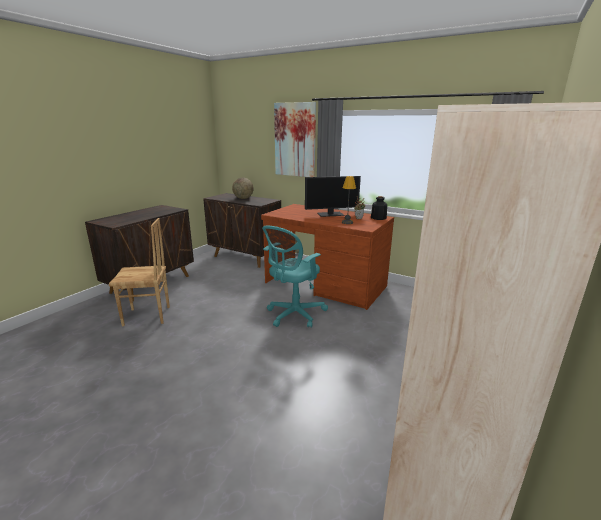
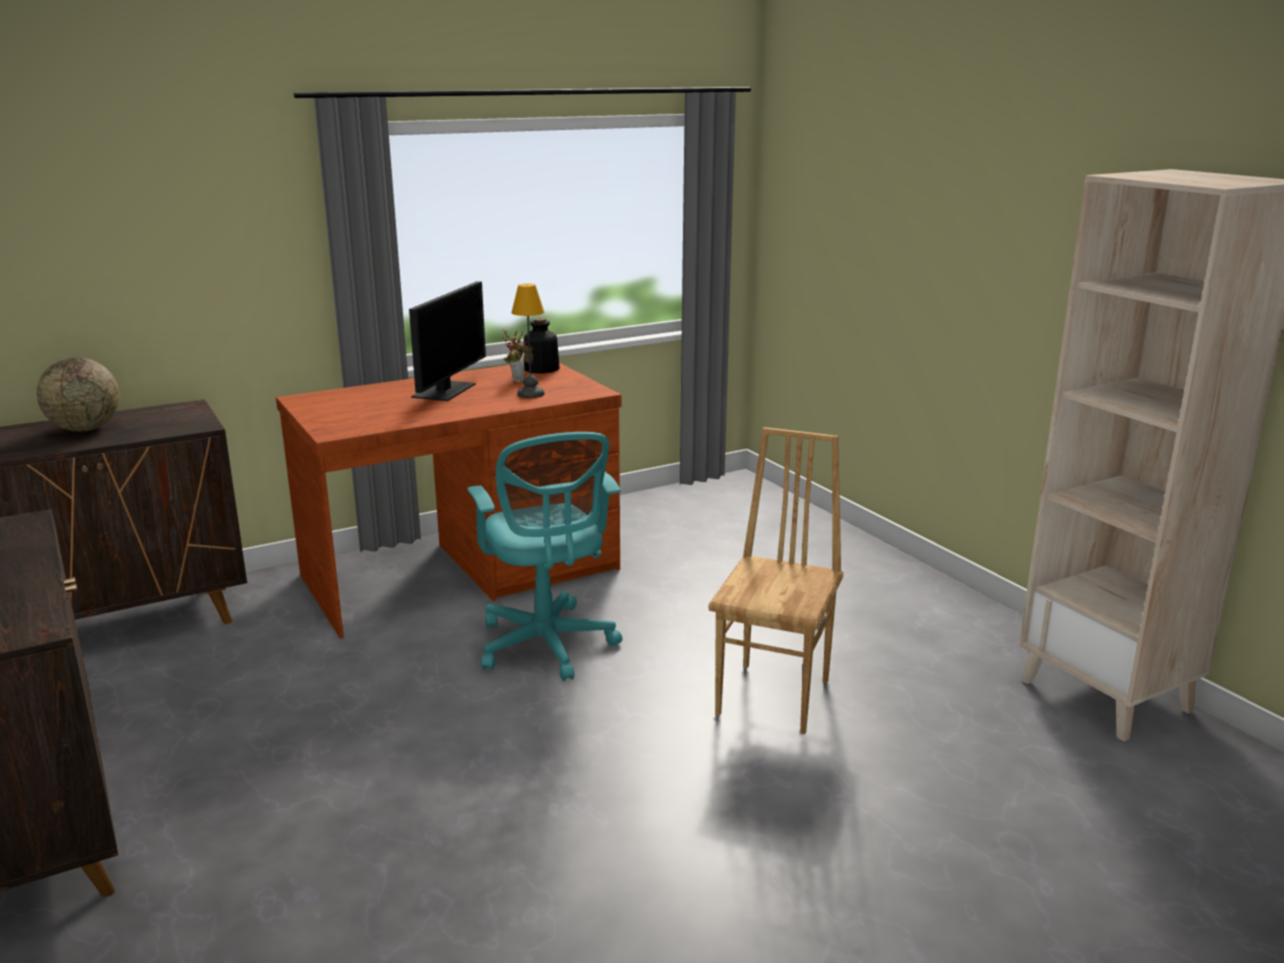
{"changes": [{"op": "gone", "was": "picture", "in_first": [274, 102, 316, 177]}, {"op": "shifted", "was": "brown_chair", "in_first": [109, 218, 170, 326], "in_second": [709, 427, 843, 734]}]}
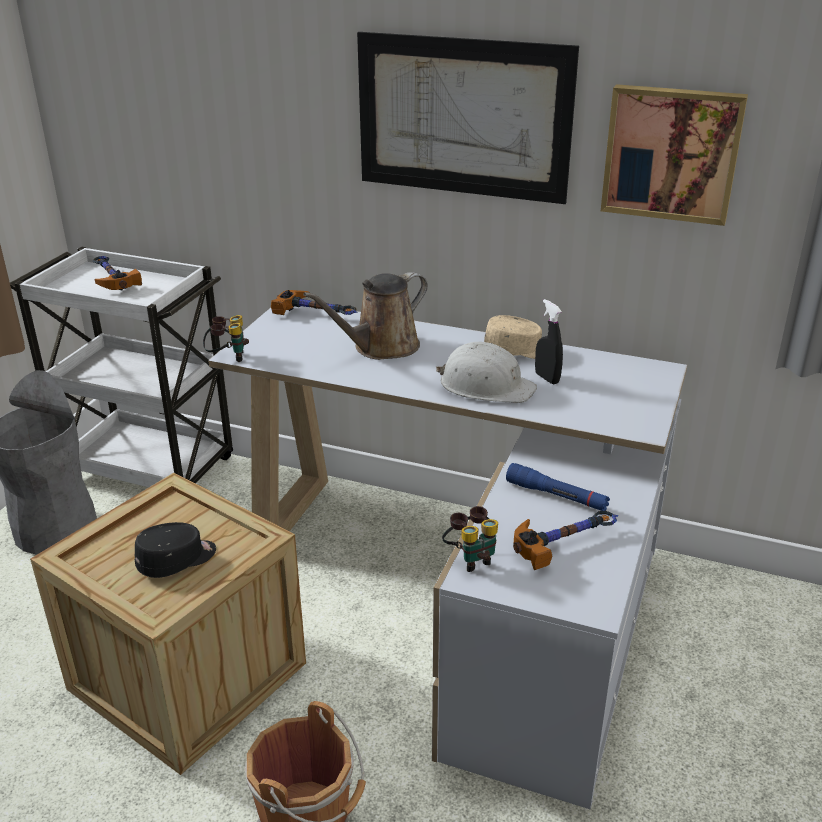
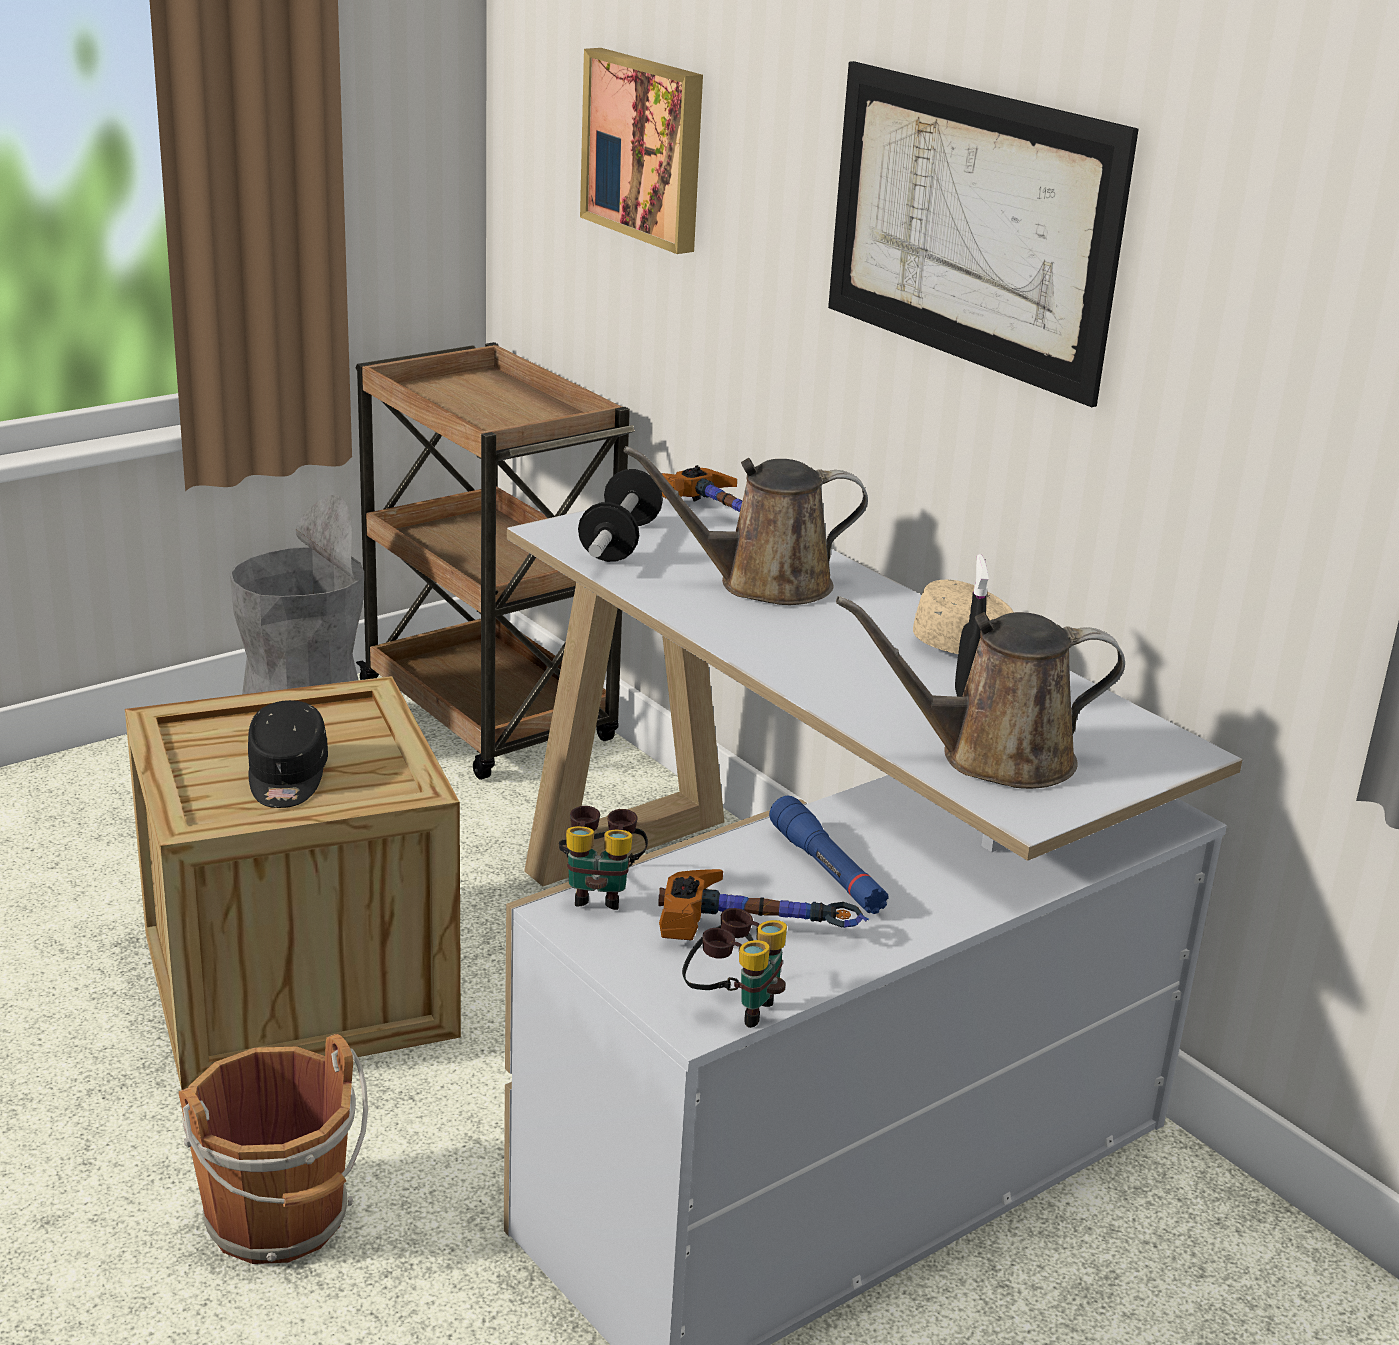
{"changes": [{"op": "gone", "was": "hammer", "in_first": [93, 256, 142, 291]}, {"op": "gone", "was": "white_hard_hat", "in_first": [436, 342, 537, 403]}, {"op": "new", "now": "dumbbell", "in_second": [578, 469, 663, 562]}, {"op": "new", "now": "brown_watering_can", "in_second": [836, 596, 1125, 789]}, {"op": "shifted", "was": "binoculars", "in_first": [203, 315, 249, 362], "in_second": [682, 908, 787, 1028]}, {"op": "shifted", "was": "picture", "in_first": [601, 84, 748, 226], "in_second": [580, 48, 703, 254]}, {"op": "repainted", "was": "white_cart", "now": "brown_cart", "in_first": [10, 247, 233, 487], "in_second": [356, 342, 635, 780]}, {"op": "rotated", "was": "black_cap", "in_first": [135, 522, 216, 578], "in_second": [248, 700, 328, 808], "clockwise": 90}]}
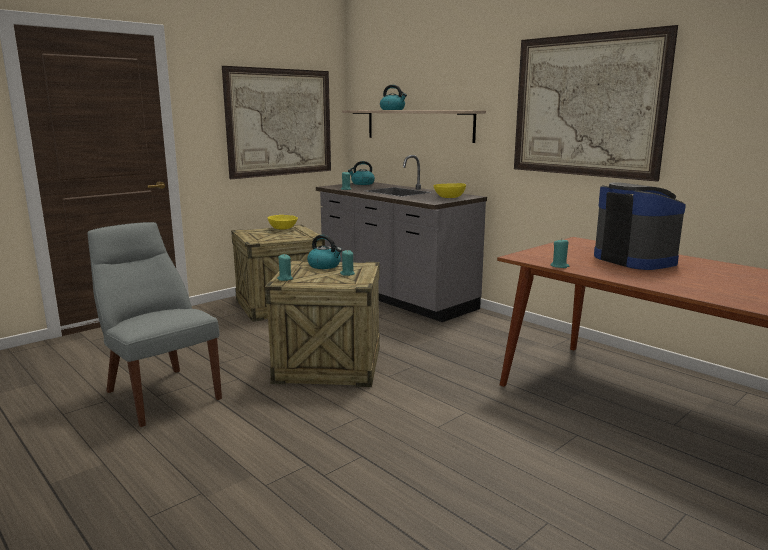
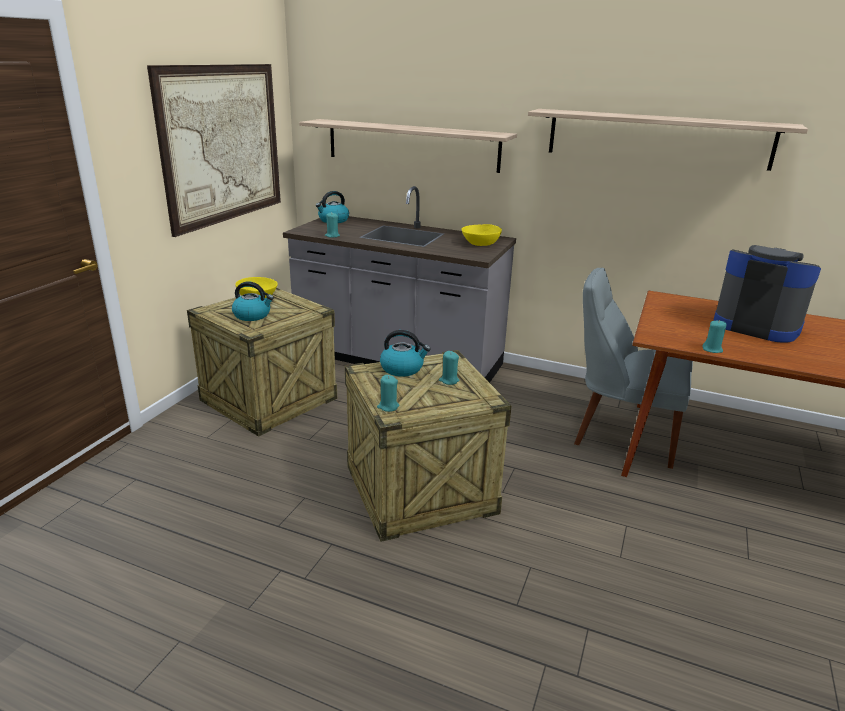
{"changes": [{"op": "shifted", "was": "grey_chair", "in_first": [88, 222, 222, 427], "in_second": [574, 267, 693, 469]}, {"op": "shifted", "was": "kettle", "in_first": [380, 85, 407, 110], "in_second": [232, 282, 274, 321]}, {"op": "swapped", "was": "picture", "now": "shelf", "in_first": [514, 25, 678, 182], "in_second": [528, 109, 808, 171]}]}
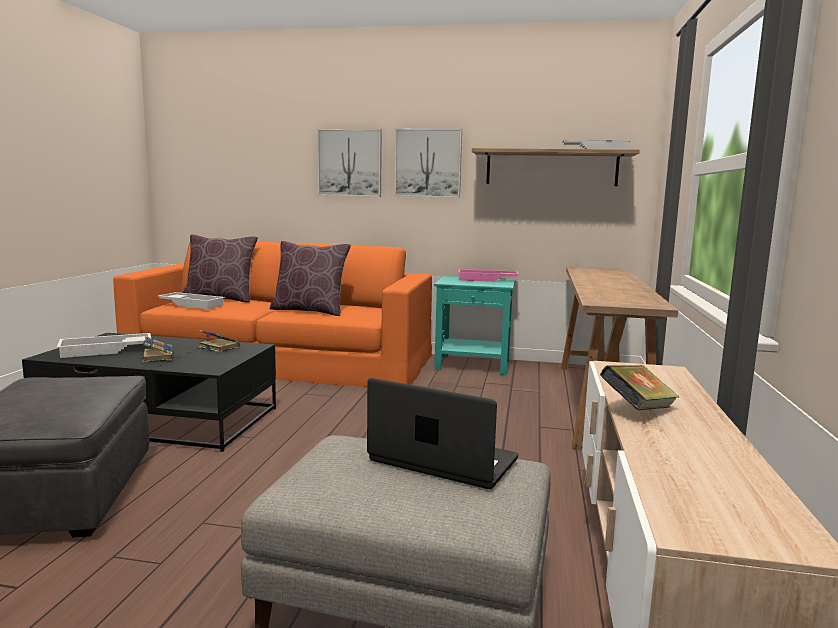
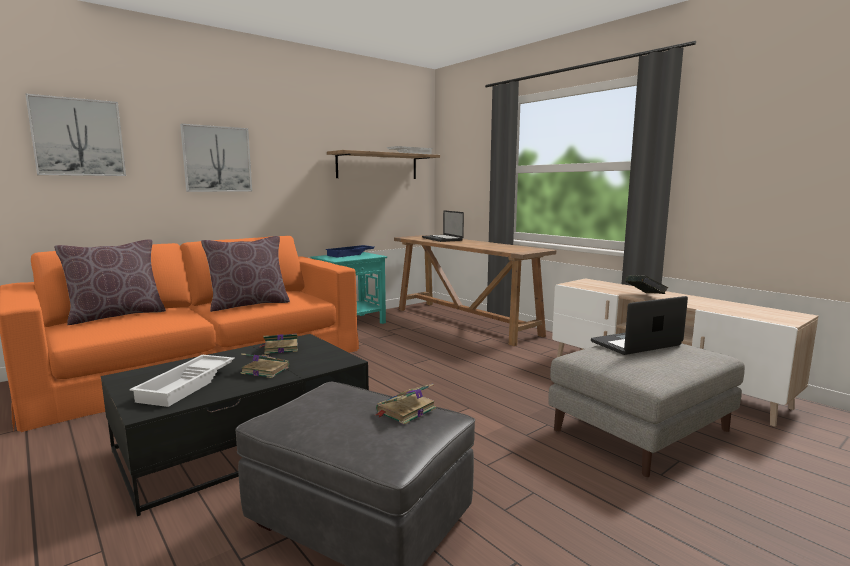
{"changes": [{"op": "gone", "was": "white_tray", "in_first": [157, 292, 225, 309]}, {"op": "new", "now": "book", "in_second": [376, 383, 436, 425]}, {"op": "new", "now": "laptop", "in_second": [422, 210, 464, 242]}, {"op": "shifted", "was": "picture", "in_first": [394, 128, 462, 198], "in_second": [25, 94, 126, 176]}, {"op": "repainted", "was": "pink_tray", "now": "blue_tray", "in_first": [458, 269, 519, 282], "in_second": [325, 245, 374, 258]}]}
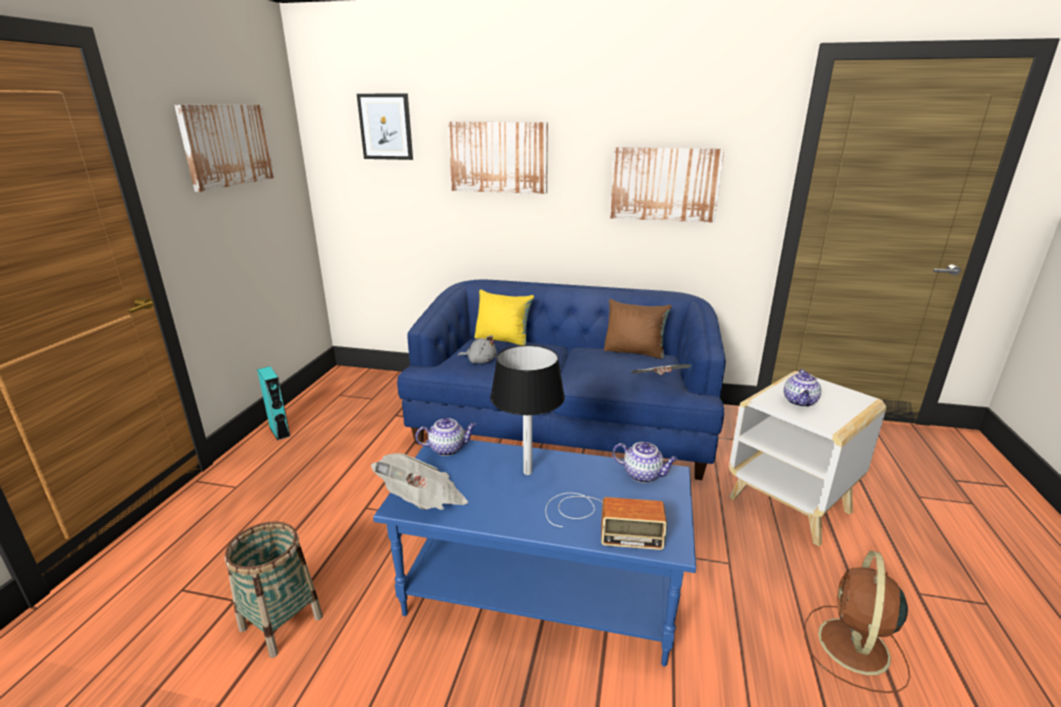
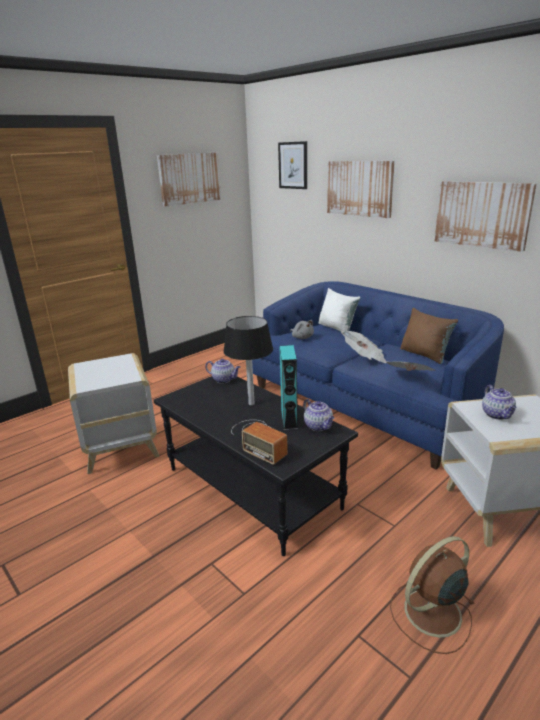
{"changes": [{"op": "shifted", "was": "turquoise_speaker", "in_first": [257, 366, 291, 441], "in_second": [279, 345, 298, 430]}, {"op": "shifted", "was": "newspaper", "in_first": [371, 453, 468, 510], "in_second": [341, 331, 386, 363]}, {"op": "swapped", "was": "basket", "now": "white_side_table", "in_first": [225, 521, 323, 658], "in_second": [68, 353, 159, 474]}, {"op": "repainted", "was": "blue_coffee_table", "now": "black_coffee_table", "in_first": [373, 440, 696, 666], "in_second": [154, 376, 358, 556]}, {"op": "repainted", "was": "yellow_pillow", "now": "white_pillow", "in_first": [474, 290, 534, 345], "in_second": [319, 288, 360, 332]}, {"op": "rotated", "was": "teapot", "in_first": [784, 369, 821, 407], "in_second": [482, 385, 517, 420], "clockwise": -60}]}
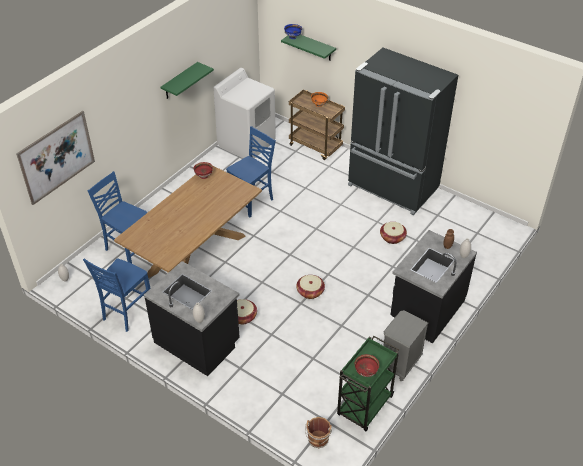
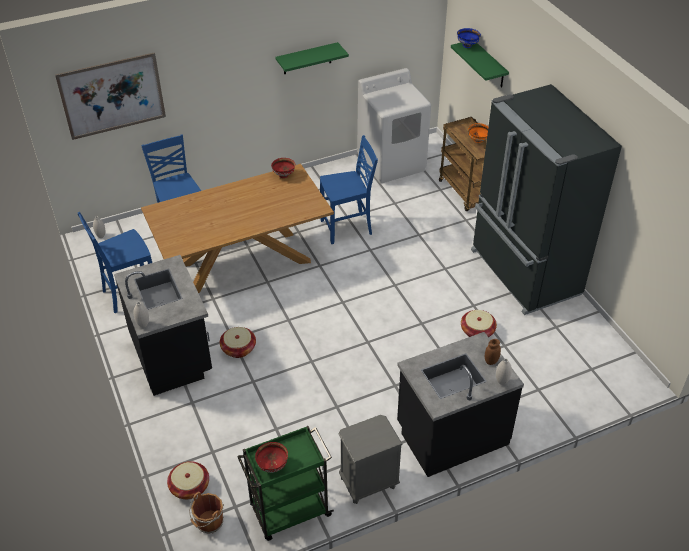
{"changes": [{"op": "shifted", "was": "basket", "in_first": [296, 275, 325, 299], "in_second": [167, 461, 209, 499]}]}
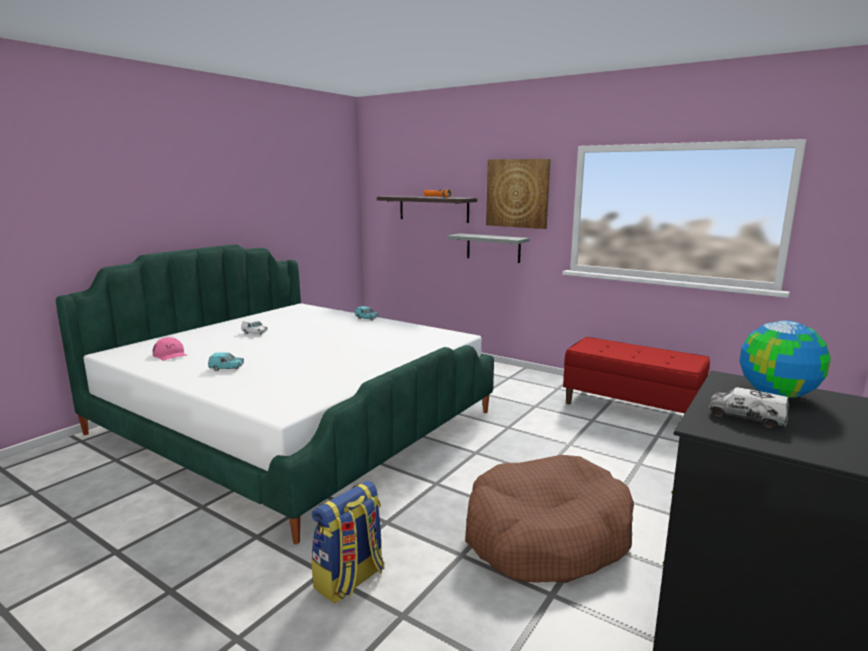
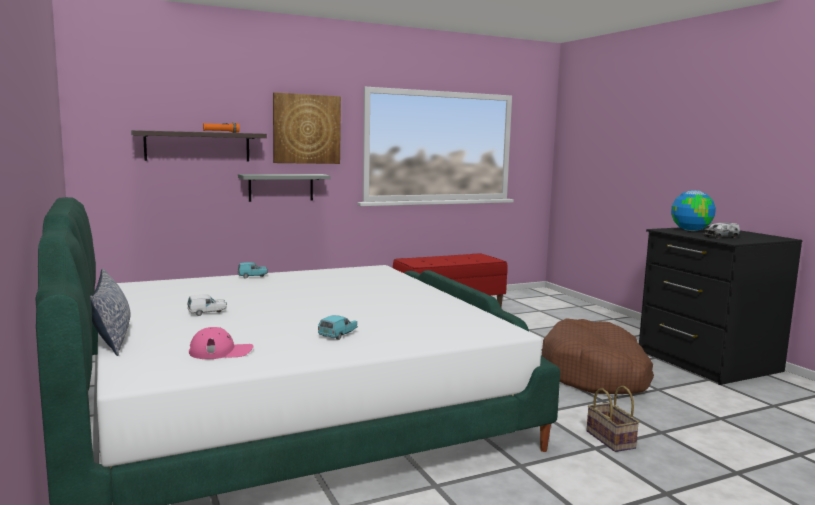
{"changes": [{"op": "new", "now": "pillow", "in_second": [90, 268, 131, 356]}, {"op": "swapped", "was": "backpack", "now": "basket", "in_first": [312, 480, 384, 604], "in_second": [586, 386, 639, 452]}]}
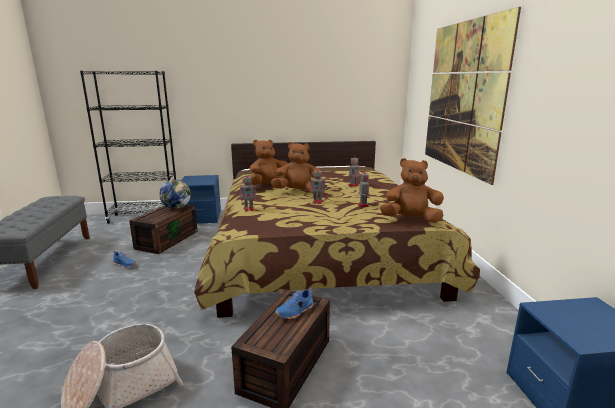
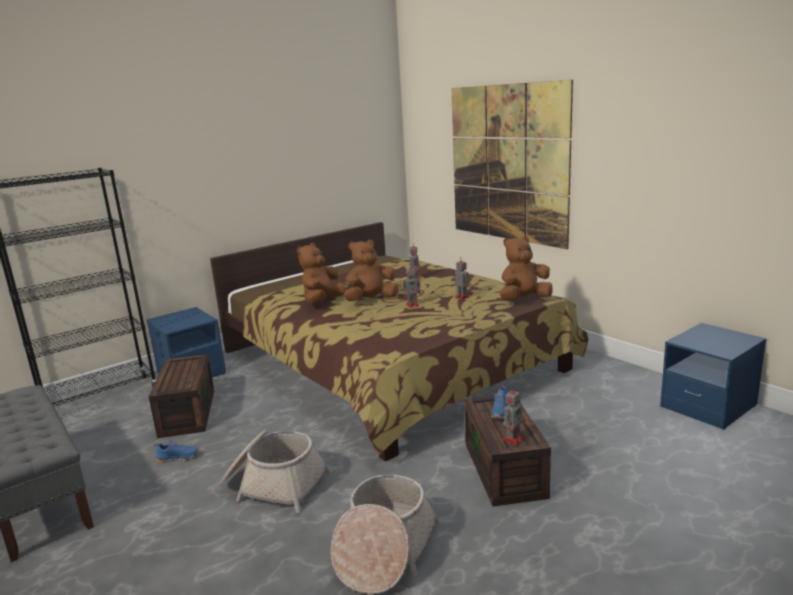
{"changes": [{"op": "gone", "was": "globe", "in_first": [159, 179, 191, 209]}, {"op": "new", "now": "basket", "in_second": [221, 430, 331, 513]}, {"op": "shifted", "was": "toy_robot", "in_first": [240, 175, 257, 212], "in_second": [503, 387, 526, 445]}]}
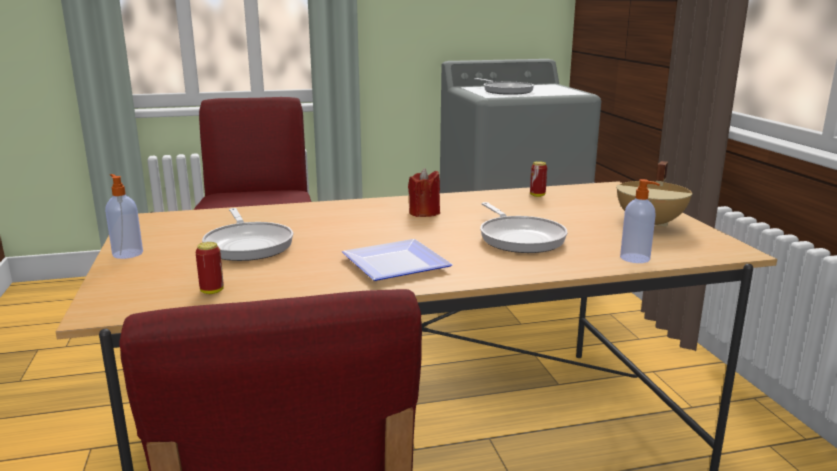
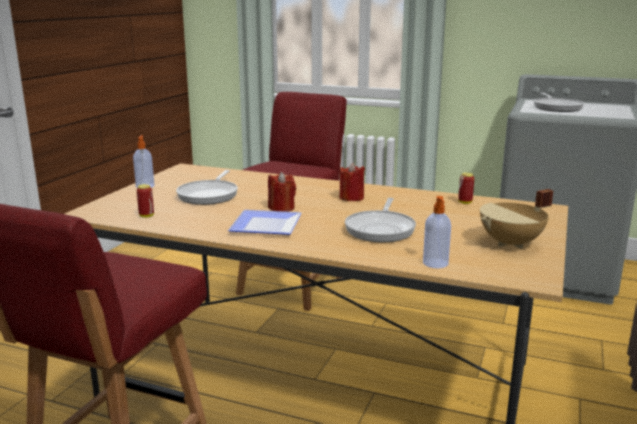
{"changes": [{"op": "new", "now": "red_candle", "in_second": [268, 172, 296, 212]}]}
